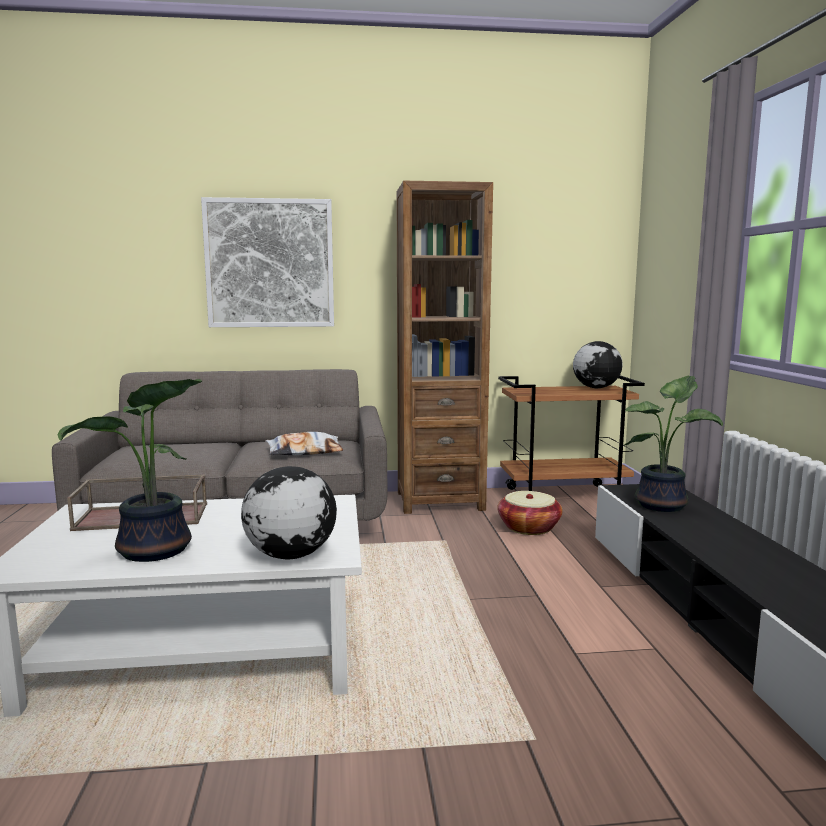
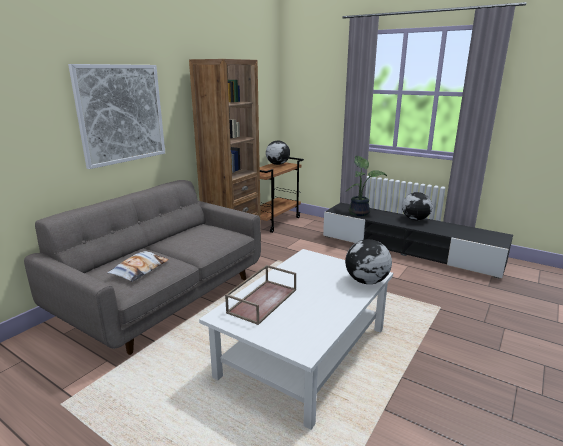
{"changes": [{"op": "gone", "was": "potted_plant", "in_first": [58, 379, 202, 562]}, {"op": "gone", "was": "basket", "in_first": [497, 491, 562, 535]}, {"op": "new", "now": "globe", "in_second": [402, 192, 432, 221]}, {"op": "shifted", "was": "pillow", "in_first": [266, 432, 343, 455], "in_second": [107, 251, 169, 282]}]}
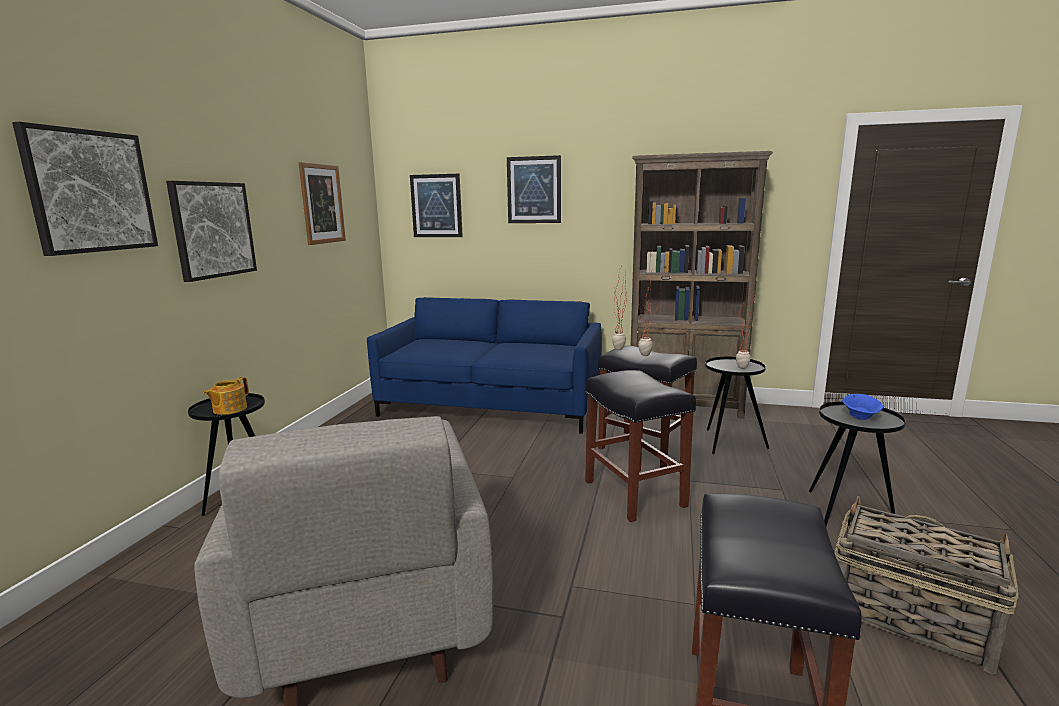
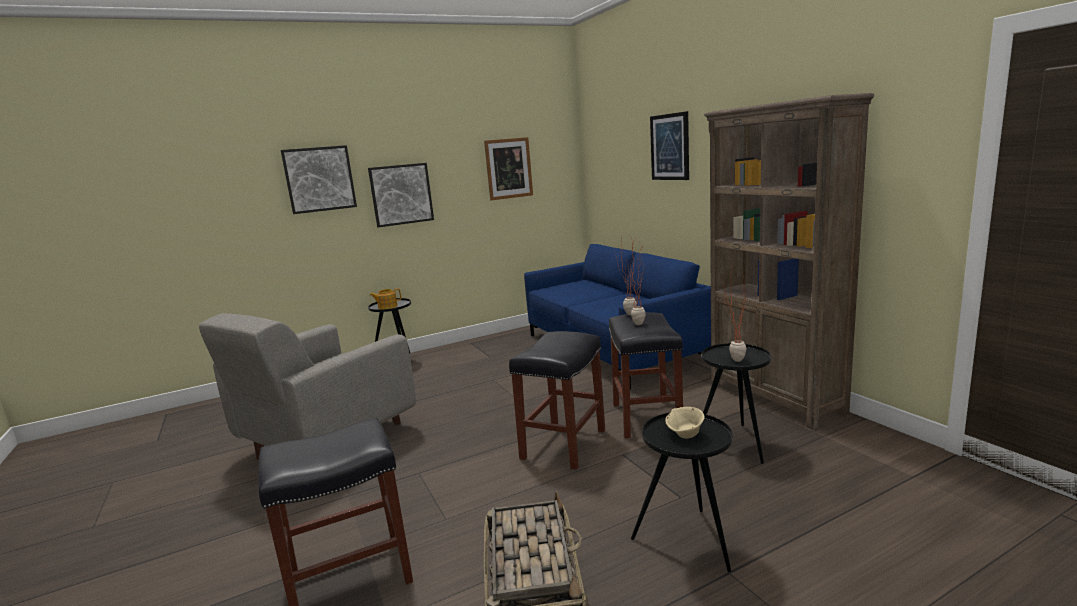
{"changes": [{"op": "gone", "was": "picture", "in_first": [410, 174, 463, 237]}, {"op": "repainted", "was": "blue_bowl", "now": "beige_bowl", "in_first": [842, 394, 884, 420], "in_second": [665, 407, 705, 438]}]}
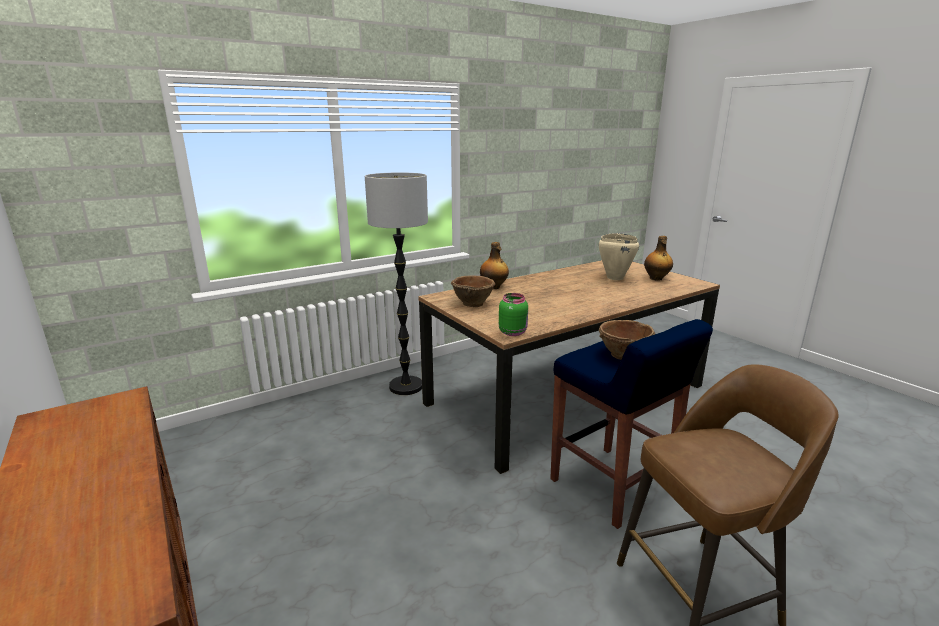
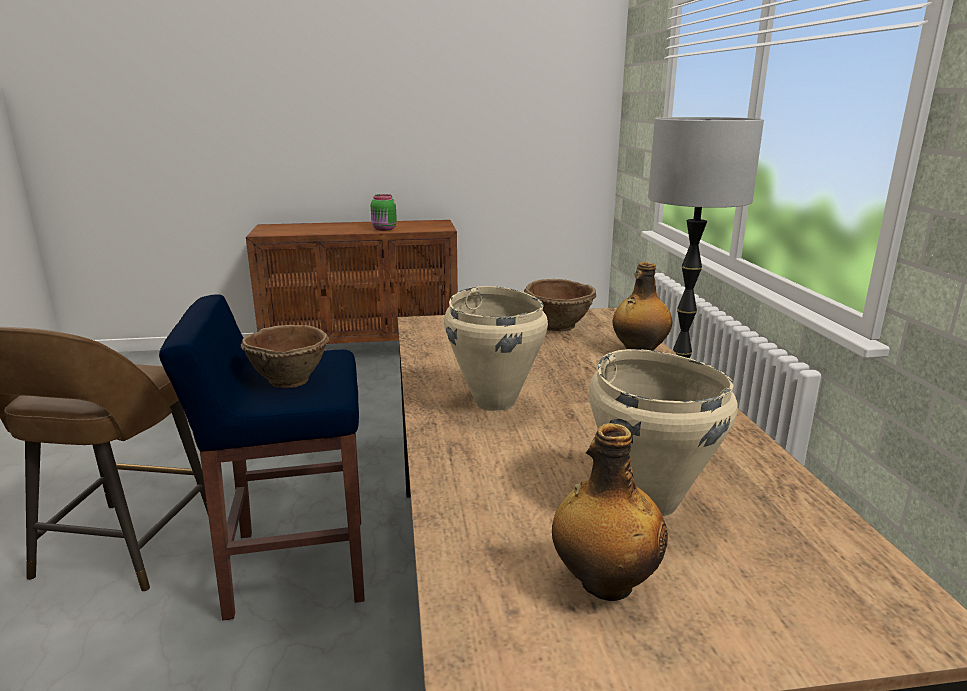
{"changes": [{"op": "new", "now": "beige_cooking_pot", "in_second": [444, 286, 548, 411]}, {"op": "shifted", "was": "green_jar", "in_first": [499, 293, 528, 336], "in_second": [371, 194, 397, 231]}]}
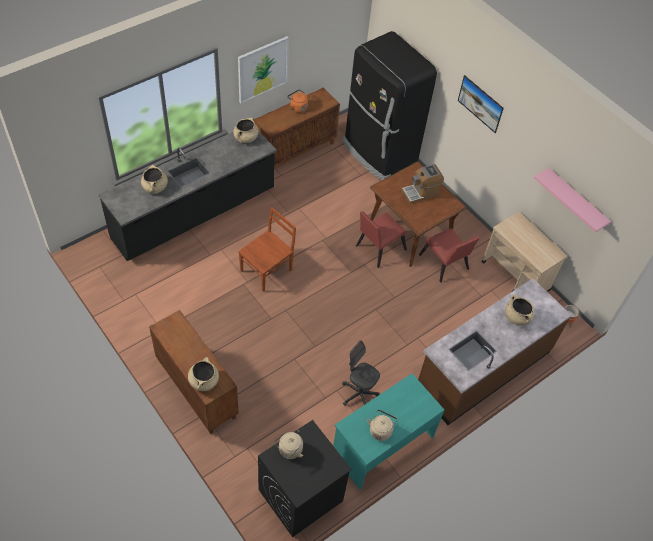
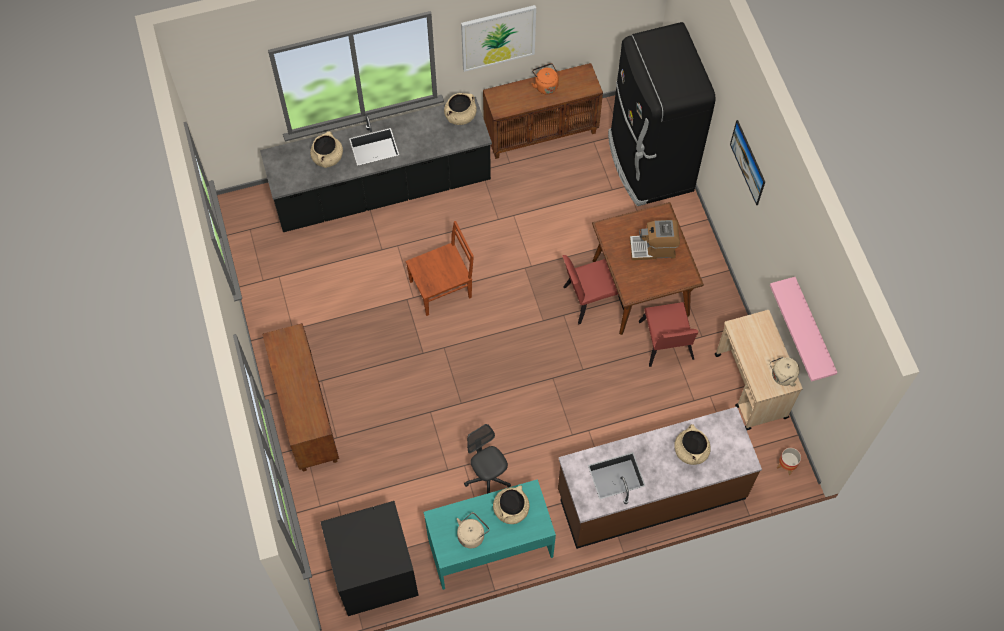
{"changes": [{"op": "shifted", "was": "beige_cooking_pot", "in_first": [188, 357, 219, 391], "in_second": [493, 485, 530, 524]}, {"op": "shifted", "was": "beige_kettle", "in_first": [274, 432, 303, 459], "in_second": [770, 357, 800, 386]}]}
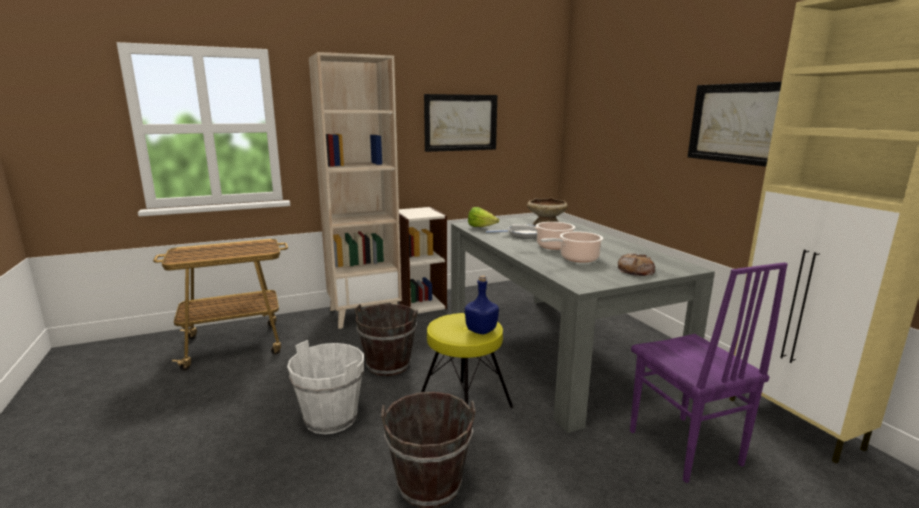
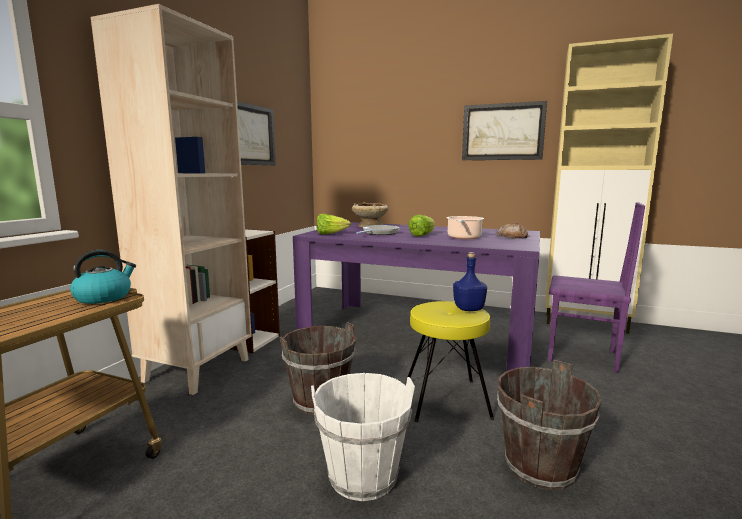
{"changes": [{"op": "new", "now": "kettle", "in_second": [70, 250, 136, 304]}, {"op": "swapped", "was": "cooking_pot", "now": "lettuce", "in_first": [512, 222, 575, 250], "in_second": [408, 215, 435, 236]}, {"op": "repainted", "was": "grey_dining_table", "now": "purple_dining_table", "in_first": [451, 215, 715, 433], "in_second": [293, 222, 540, 371]}]}
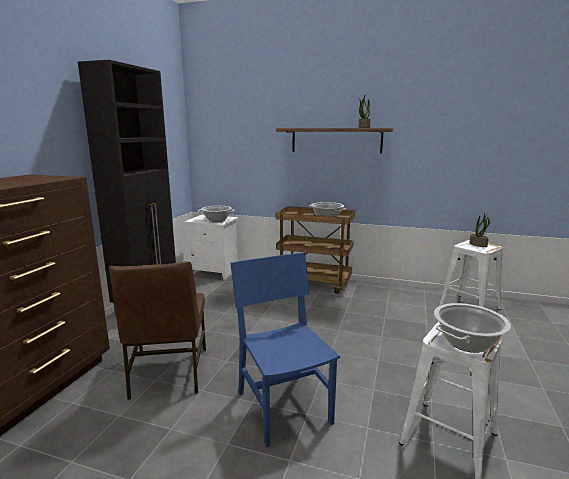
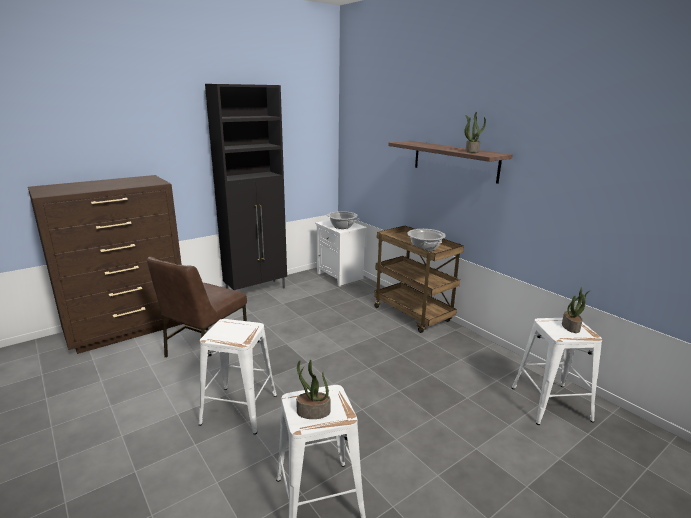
{"changes": [{"op": "swapped", "was": "blue_chair", "now": "white_stool", "in_first": [231, 252, 340, 447], "in_second": [198, 319, 277, 435]}, {"op": "swapped", "was": "cooking_pot", "now": "potted_plant", "in_first": [434, 303, 511, 353], "in_second": [296, 360, 330, 419]}]}
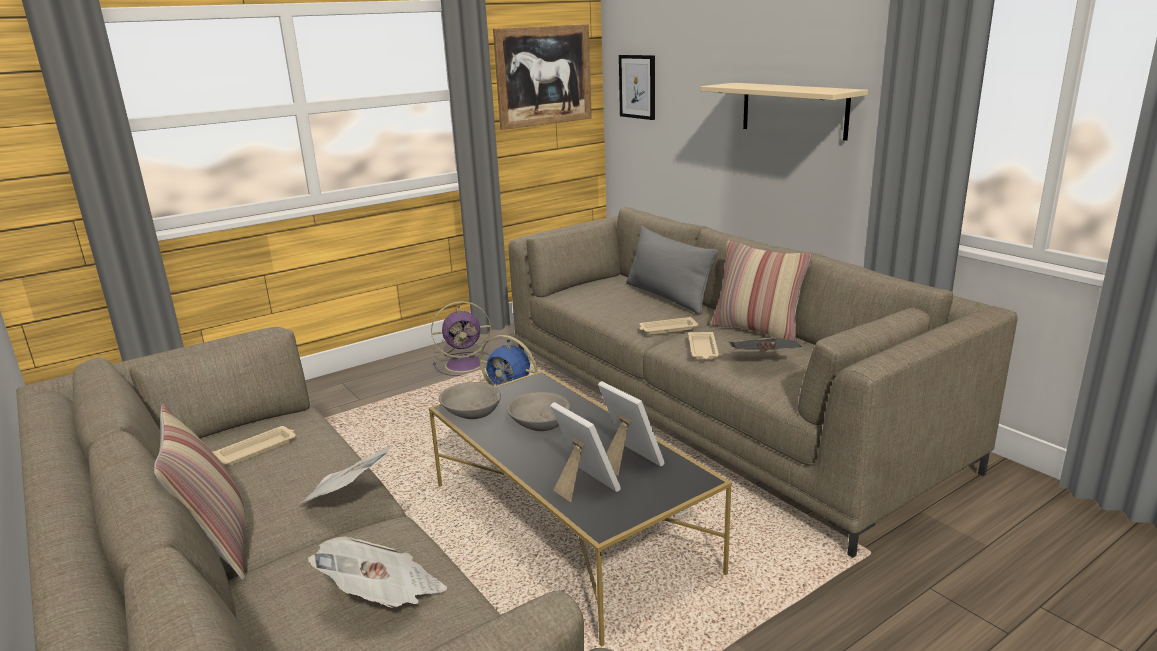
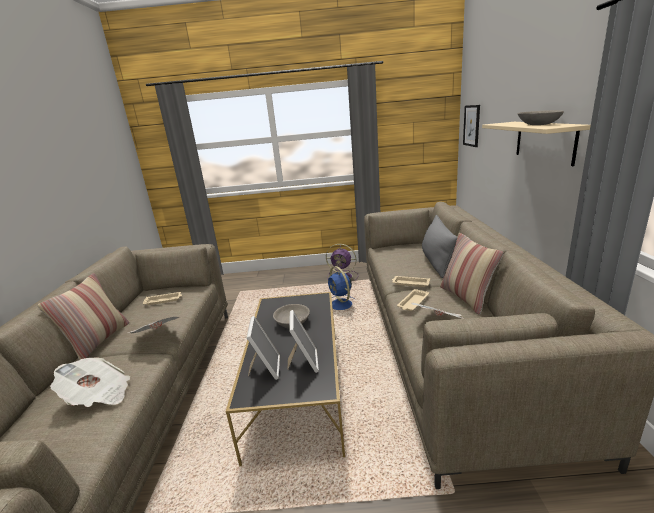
{"changes": [{"op": "gone", "was": "picture", "in_first": [493, 24, 592, 130]}, {"op": "shifted", "was": "grey_bowl", "in_first": [439, 382, 501, 419], "in_second": [517, 110, 564, 125]}]}
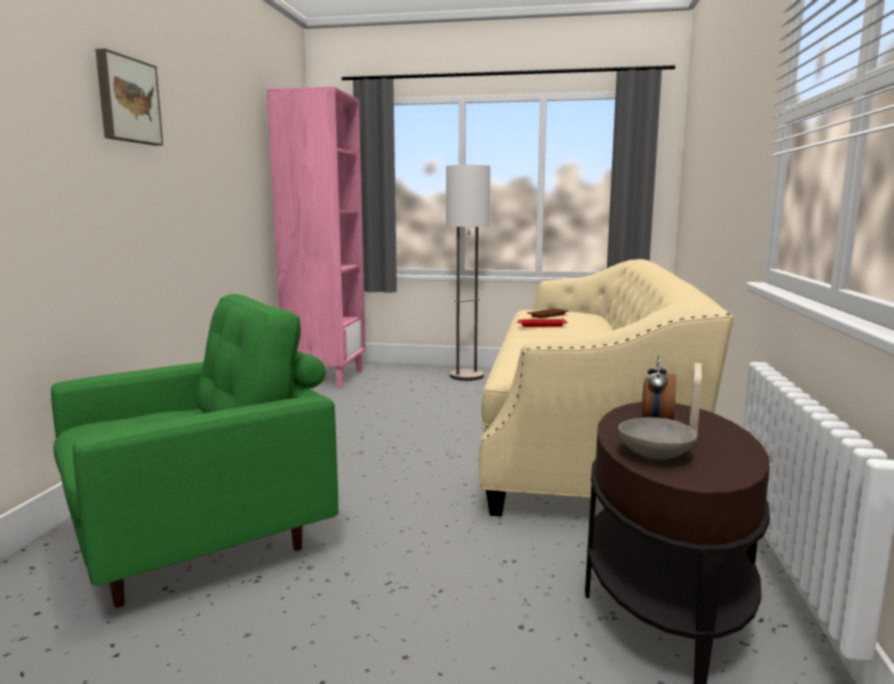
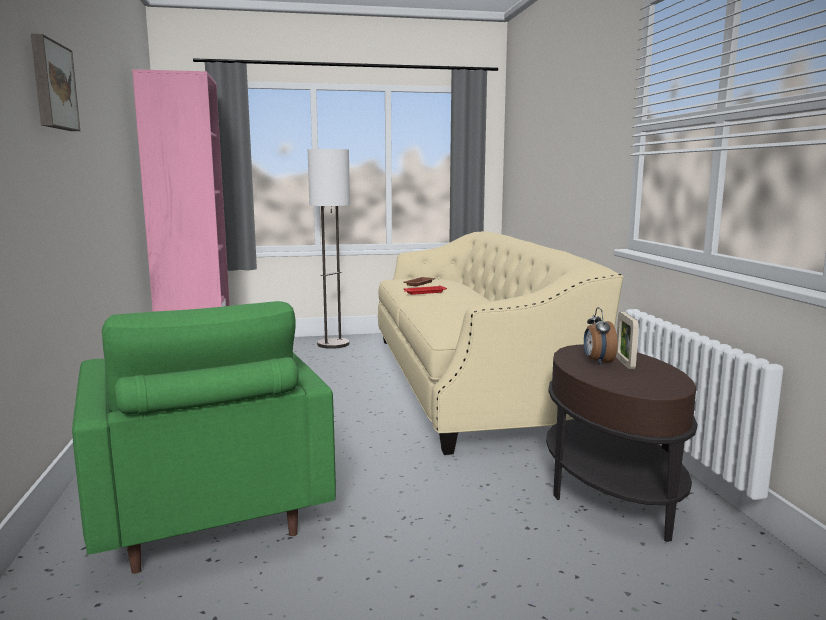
{"changes": [{"op": "gone", "was": "grey_bowl", "in_first": [618, 417, 697, 459]}, {"op": "rotated", "was": "green_armchair", "in_first": [51, 294, 338, 608], "in_second": [72, 301, 336, 574], "clockwise": 120}]}
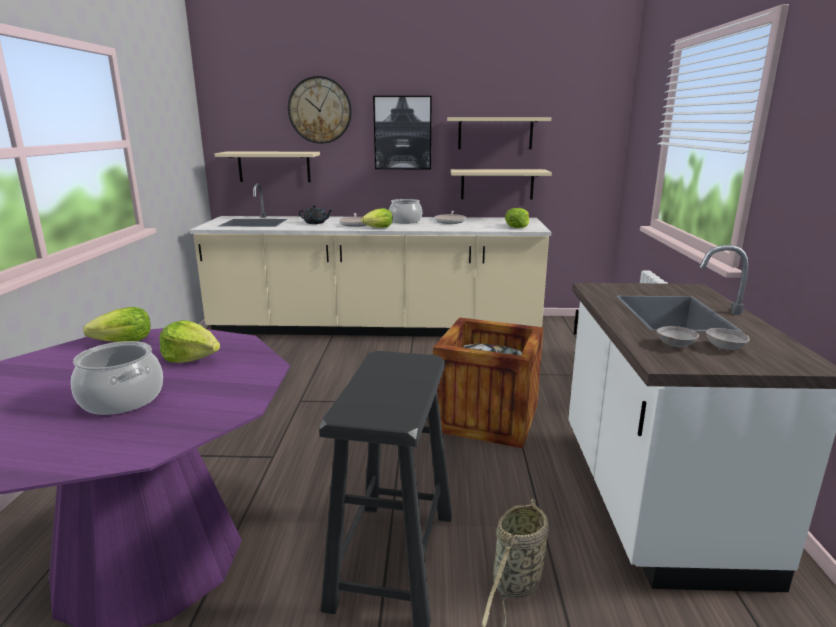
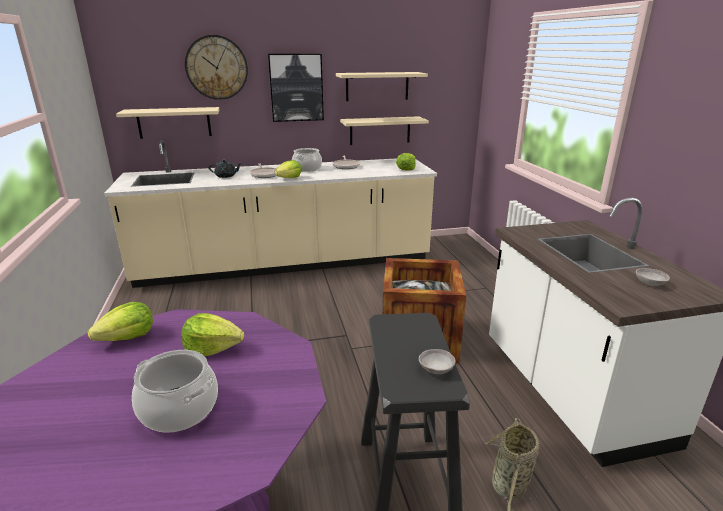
{"changes": [{"op": "shifted", "was": "grey_bowl", "in_first": [656, 326, 699, 347], "in_second": [419, 349, 456, 374]}]}
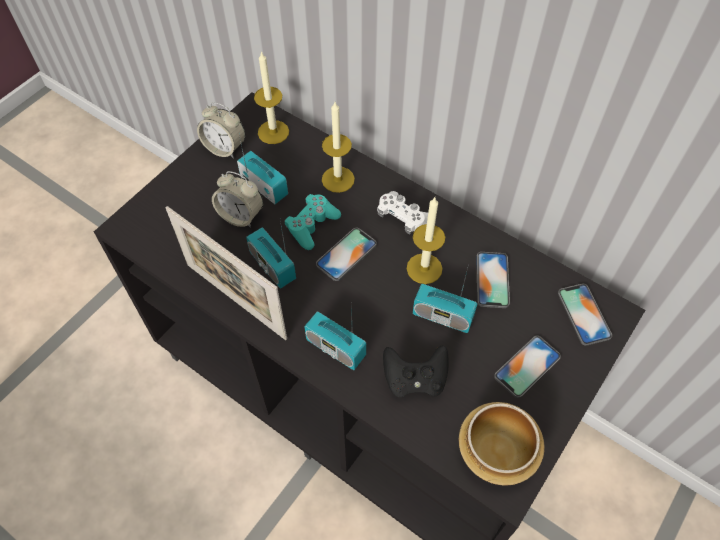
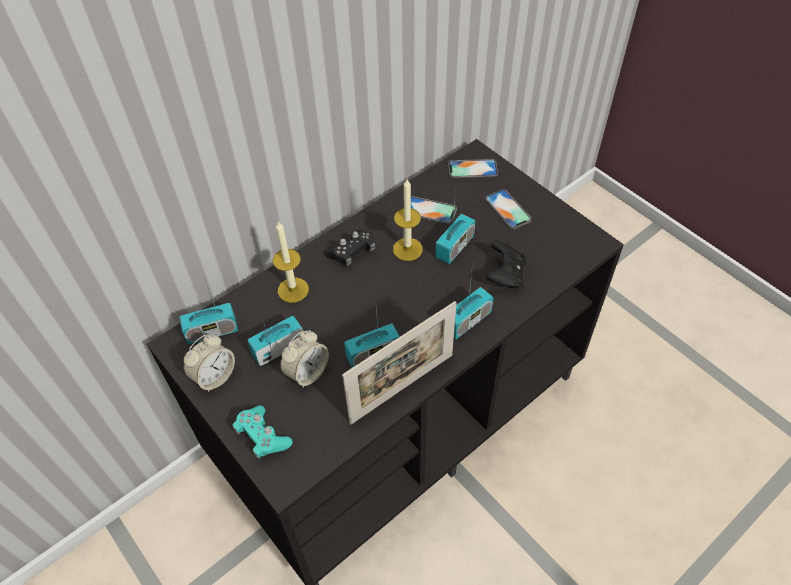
{"changes": [{"op": "gone", "was": "phone", "in_first": [316, 228, 377, 281]}, {"op": "gone", "was": "bowl", "in_first": [459, 402, 545, 486]}, {"op": "shifted", "was": "turquoise_game_controller", "in_first": [285, 194, 341, 250], "in_second": [232, 405, 293, 459]}, {"op": "swapped", "was": "candle", "now": "radio", "in_first": [254, 51, 289, 144], "in_second": [180, 275, 238, 344]}, {"op": "repainted", "was": "white_game_controller", "now": "black_game_controller", "in_first": [377, 191, 428, 234], "in_second": [325, 229, 375, 266]}]}
